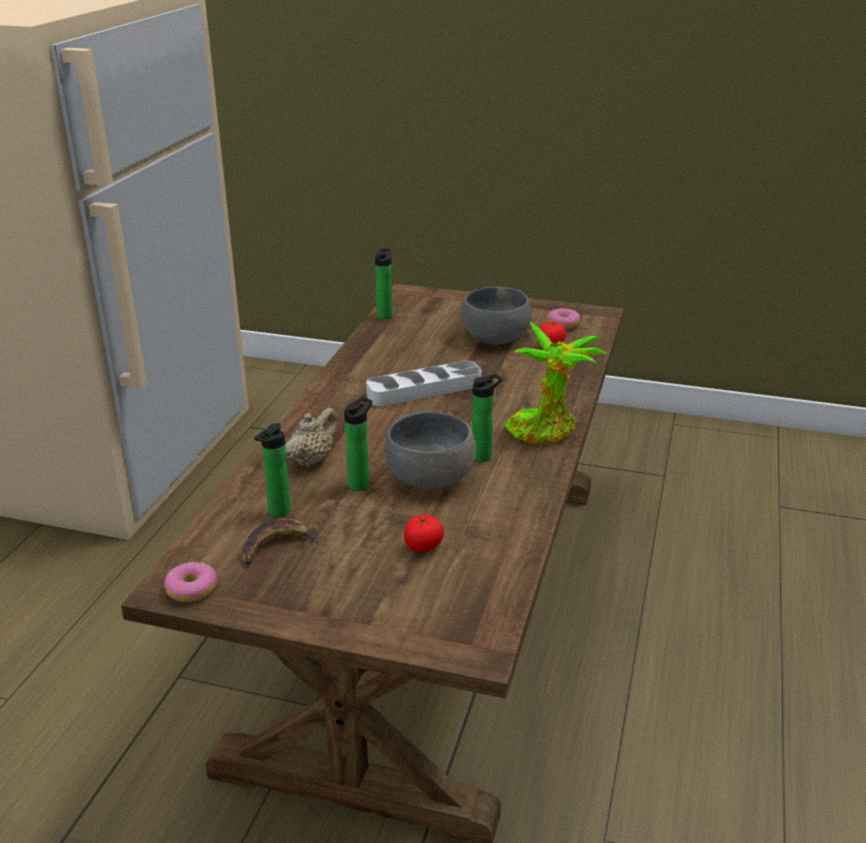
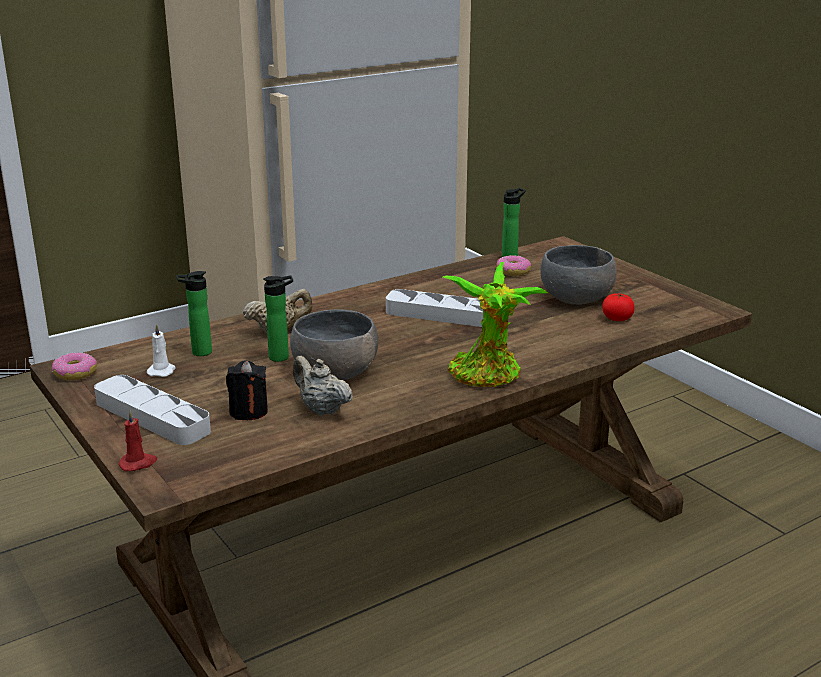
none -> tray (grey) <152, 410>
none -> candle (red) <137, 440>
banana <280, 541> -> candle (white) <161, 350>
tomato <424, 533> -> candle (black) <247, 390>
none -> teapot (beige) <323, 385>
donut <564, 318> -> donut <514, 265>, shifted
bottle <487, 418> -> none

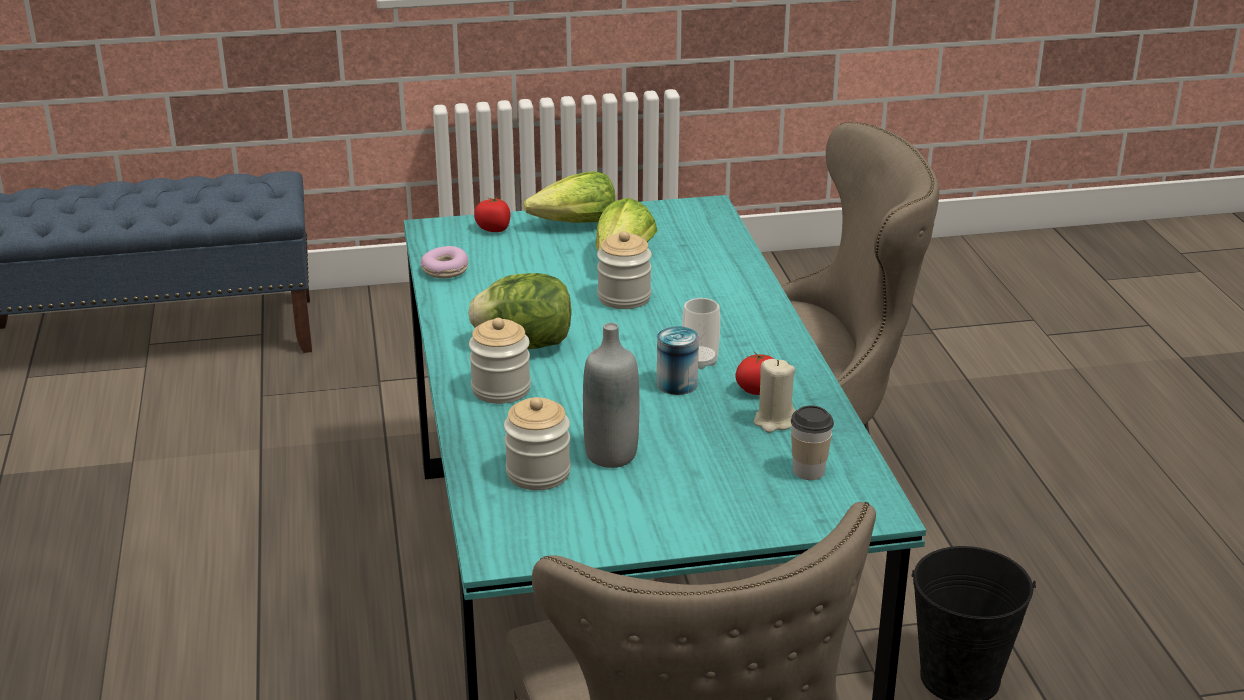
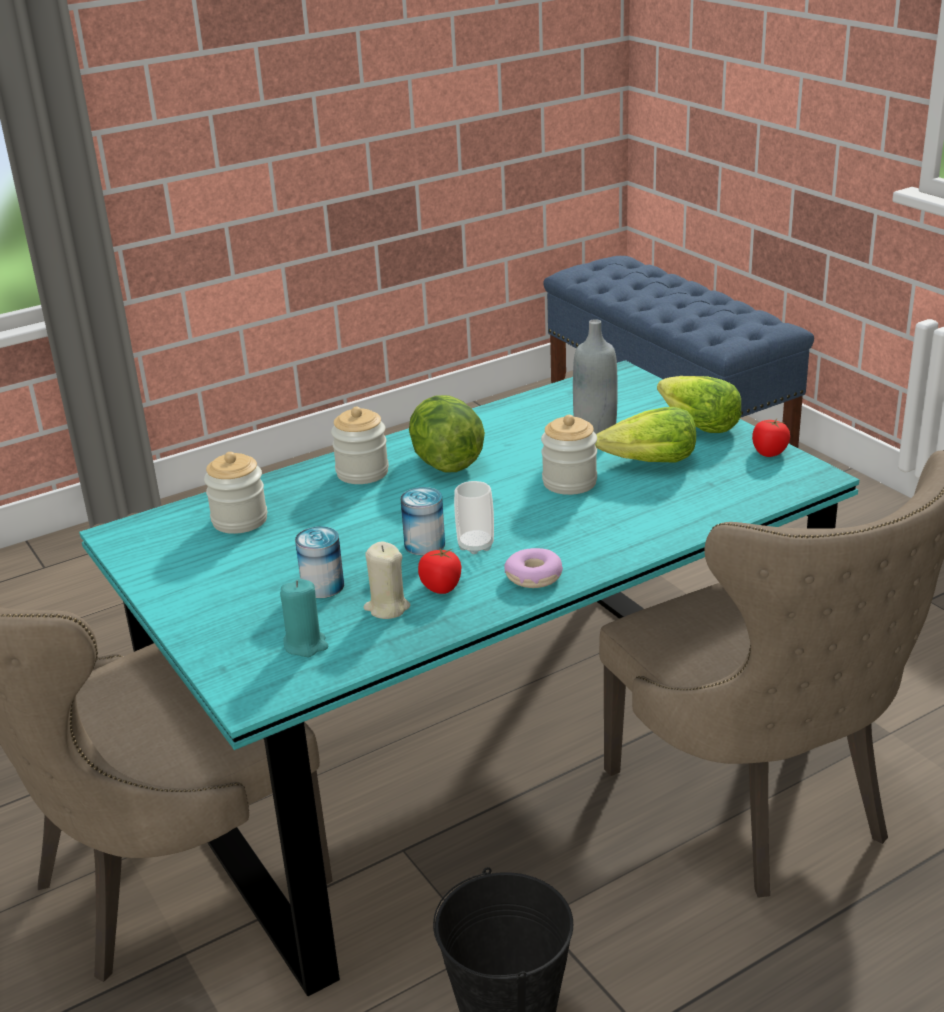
cup <812, 442> -> candle (turquoise) <304, 618>
none -> can <319, 562>
donut <444, 262> -> donut <533, 568>, shifted
bottle (grey) <611, 395> -> bottle (grey) <595, 376>, shifted
tomato <492, 214> -> tomato <771, 438>, shifted

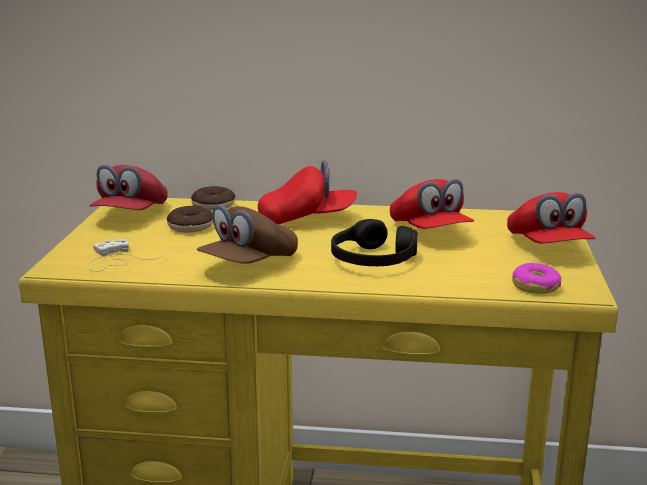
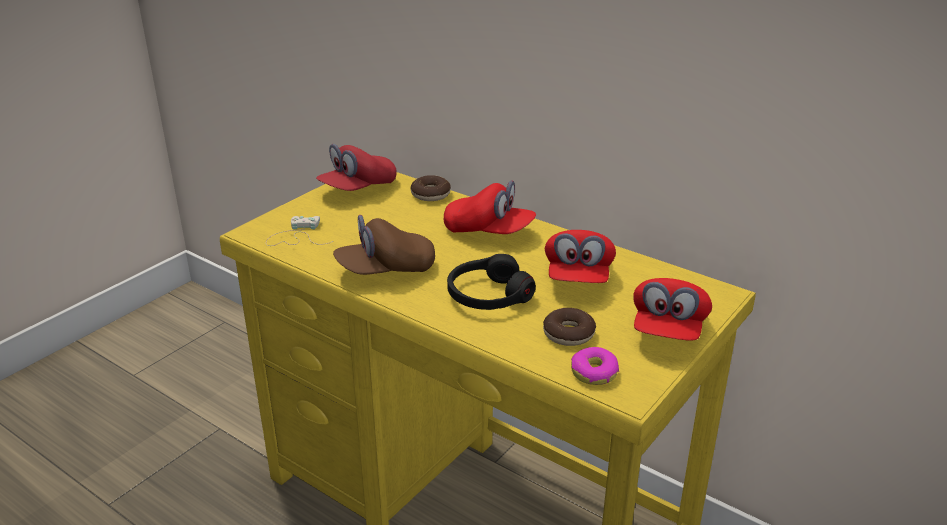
donut <190, 219> -> donut <569, 327>, shifted

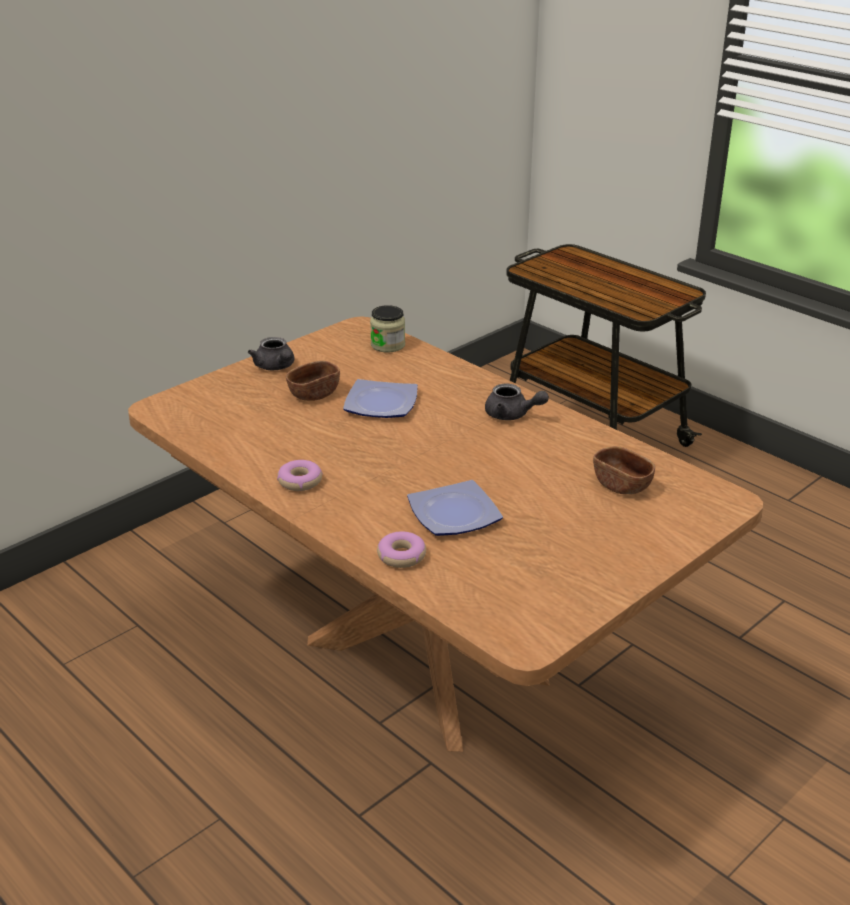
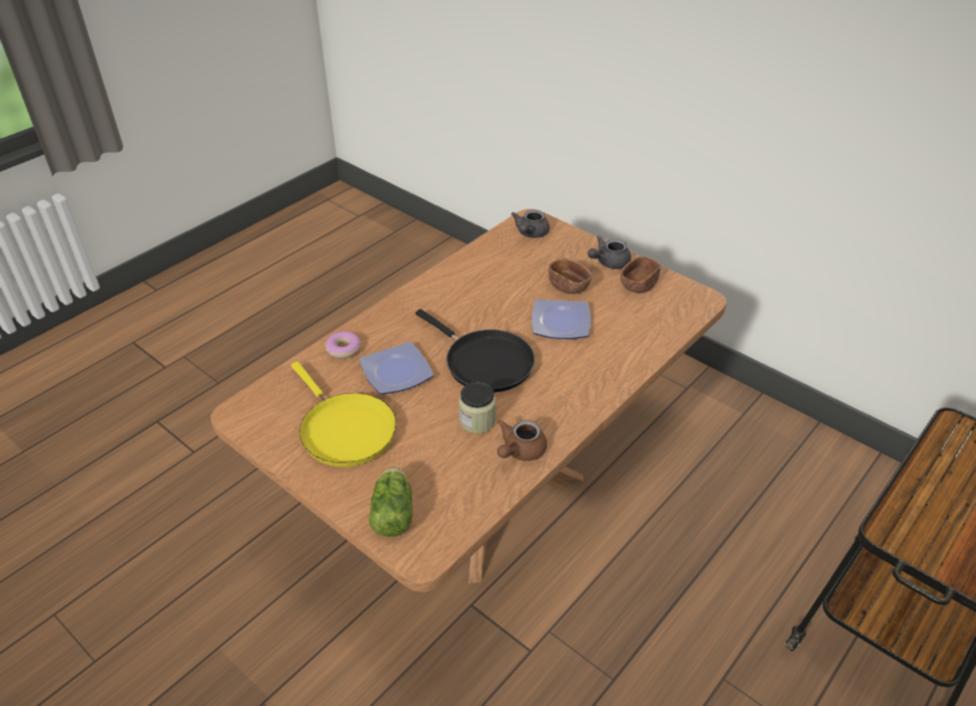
none -> frying pan (yellow) <343, 414>
none -> lettuce <391, 502>
none -> frying pan (black) <475, 350>
jar <387, 328> -> jar <477, 408>, shifted
none -> teapot (brown) <522, 440>
teapot (grey) <517, 402> -> teapot (grey) <530, 224>, shifted
bowl (brown) <624, 470> -> bowl (brown) <641, 274>, shifted
donut <300, 475> -> none

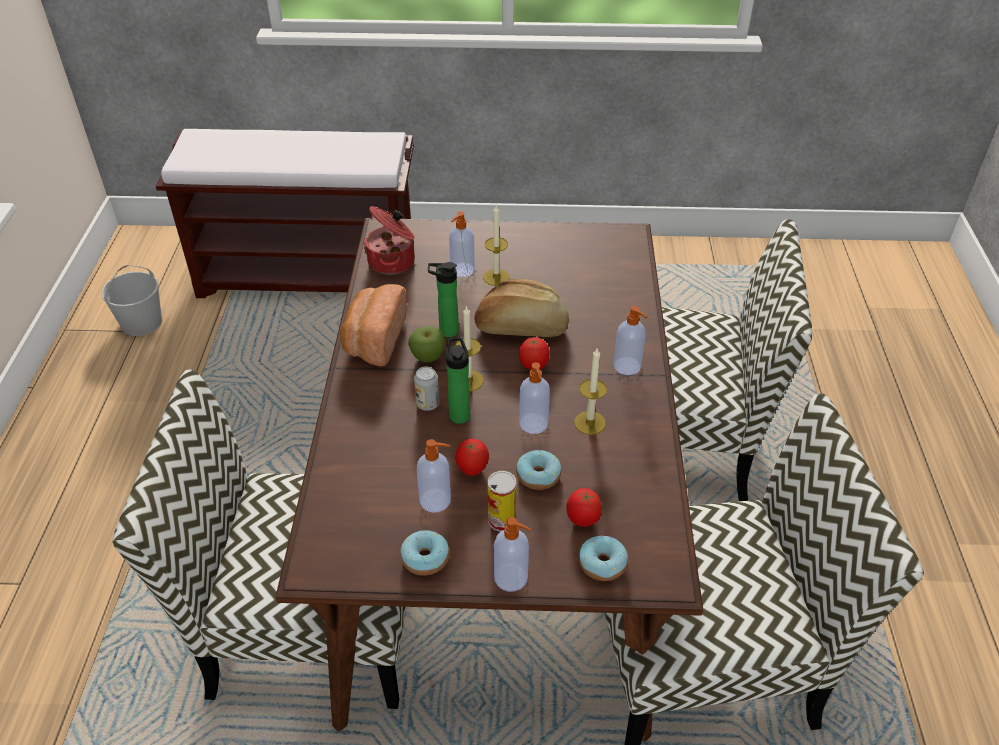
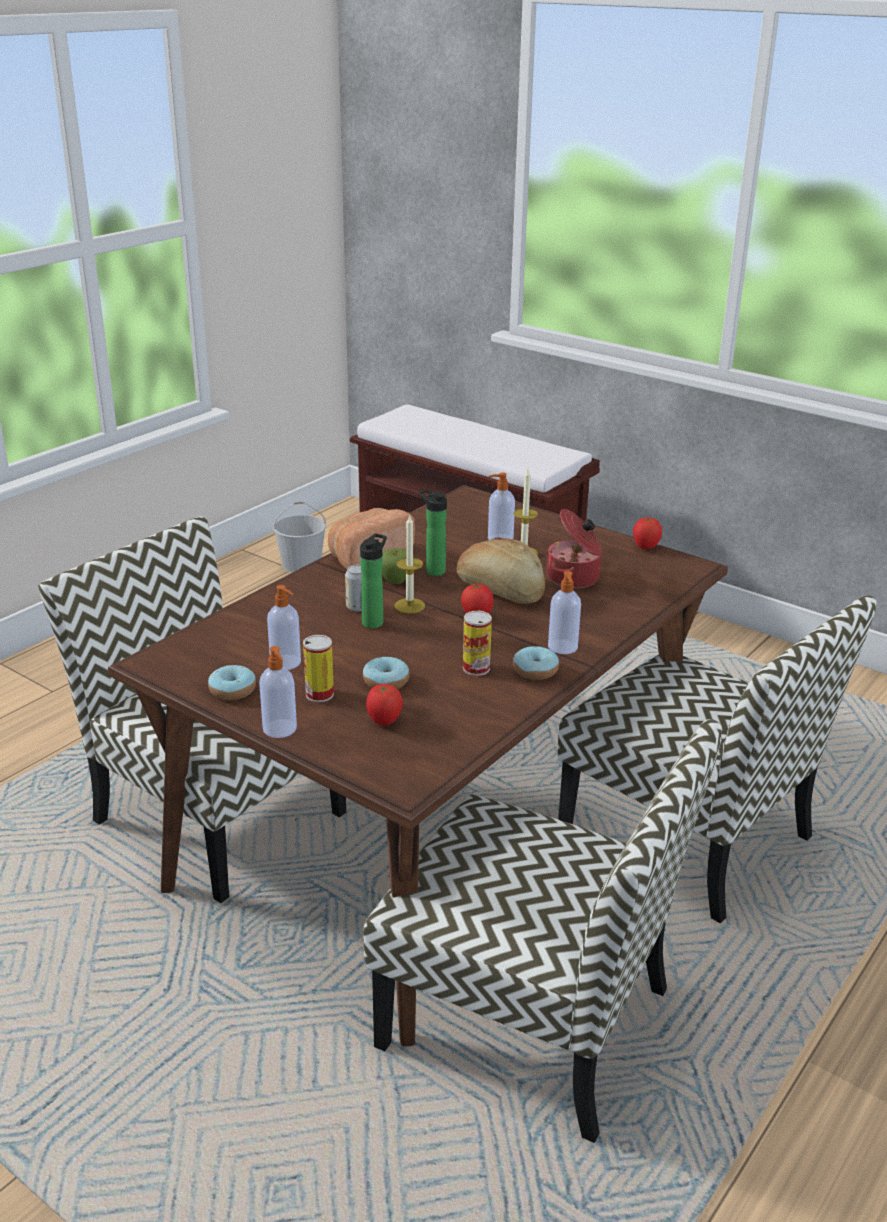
candle <590, 391> -> can <477, 643>
donut <603, 558> -> donut <536, 663>, shifted
cooking pot <389, 240> -> cooking pot <574, 548>, shifted
tomato <472, 457> -> tomato <647, 533>, shifted
soap dispenser <534, 398> -> none

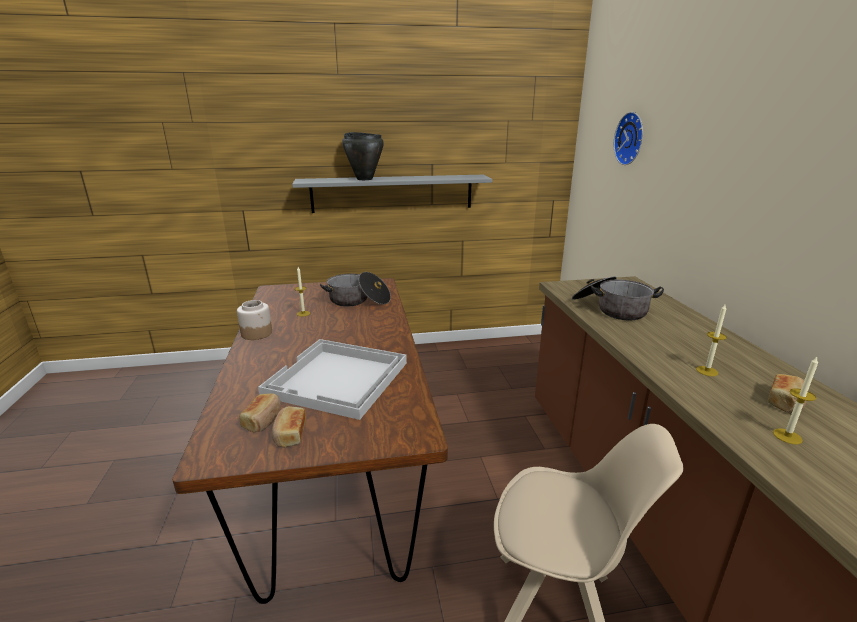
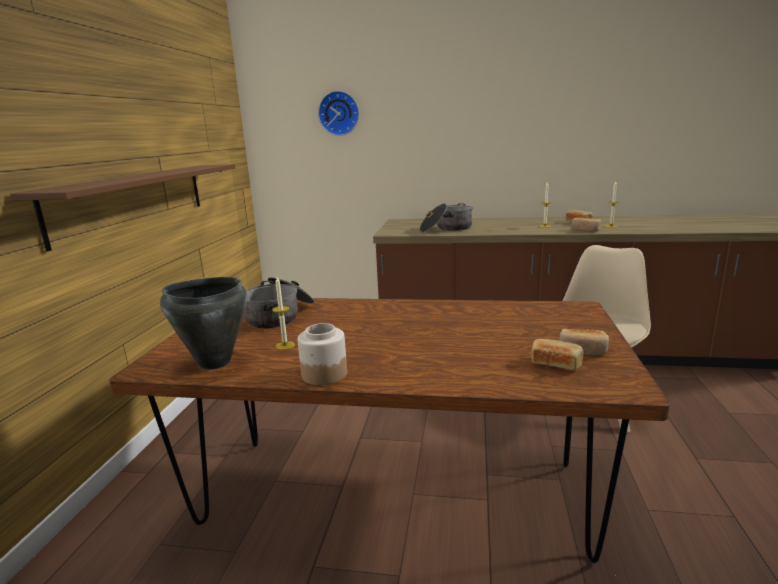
shelf (grey) <392, 194> -> shelf (brown) <123, 207>
cooking pot (black) <363, 156> -> cooking pot (black) <203, 323>, shifted
none -> bread <586, 225>
tray (white) <332, 379> -> none

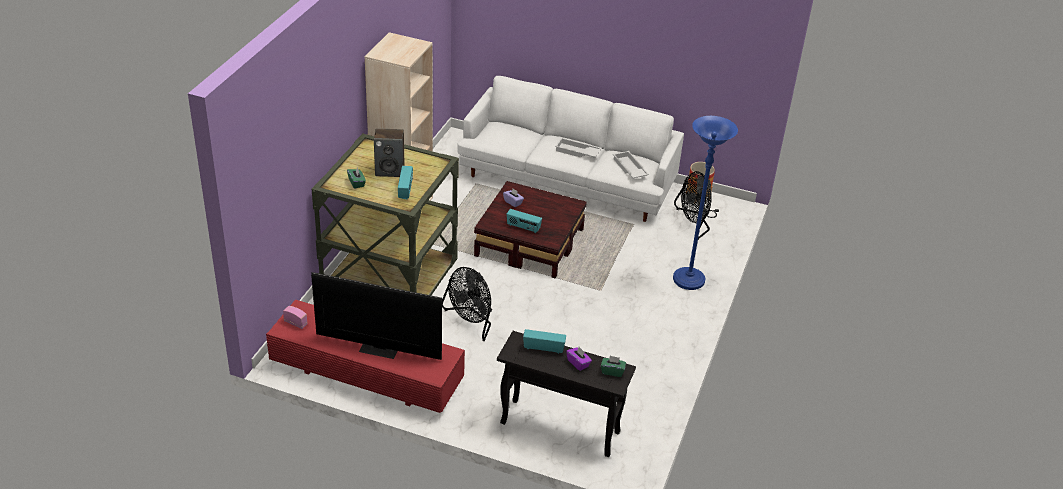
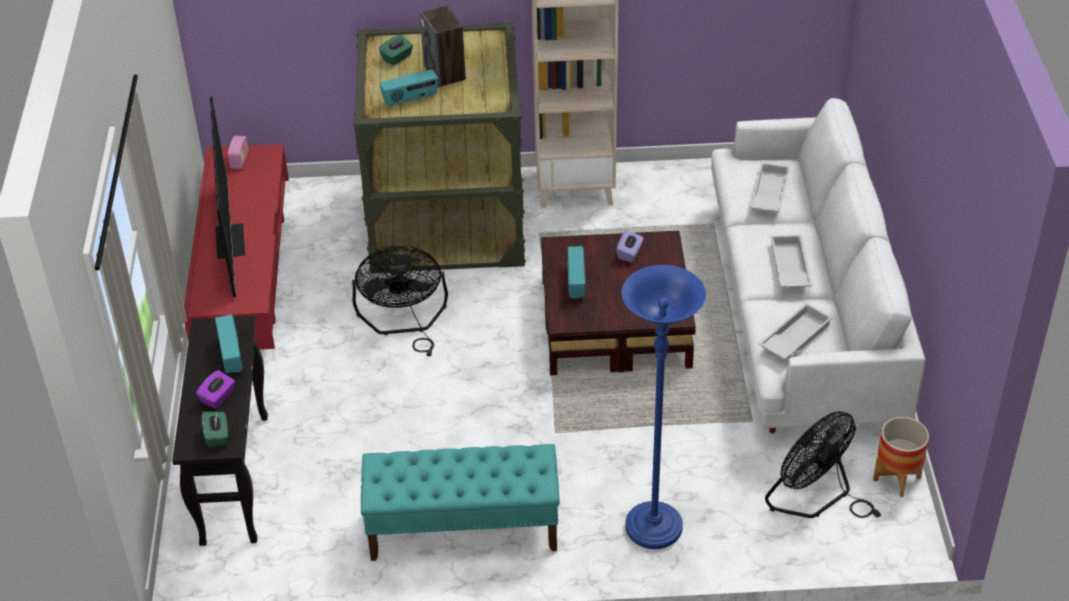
fan (black) <467, 304> -> fan (black) <400, 301>, 60 degrees clockwise
none -> bench (turquoise) <460, 502>
none -> tray (white) <770, 187>

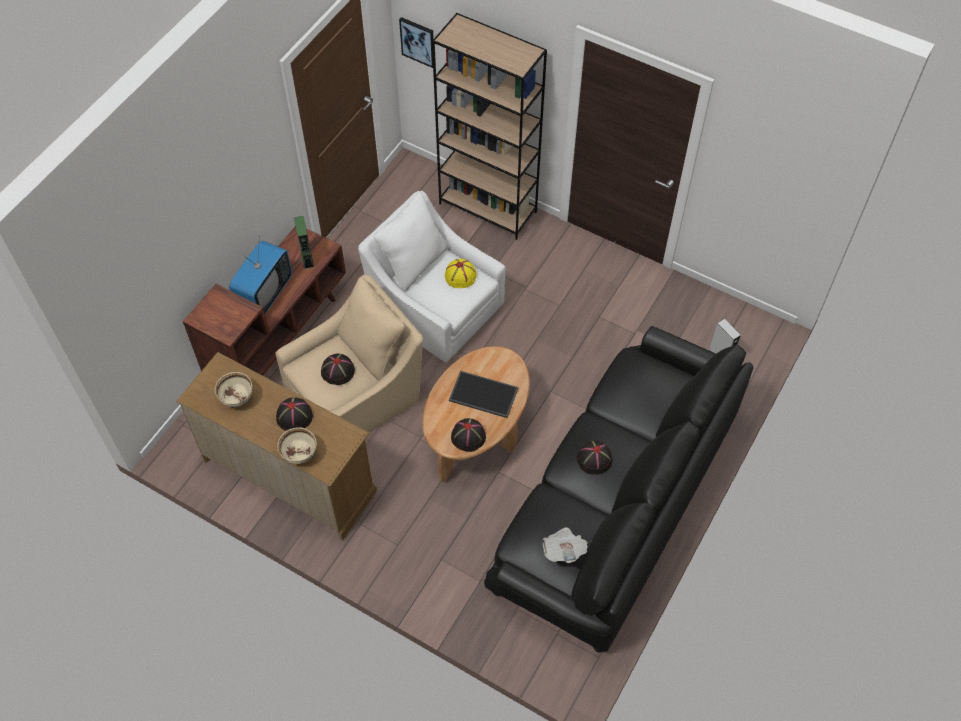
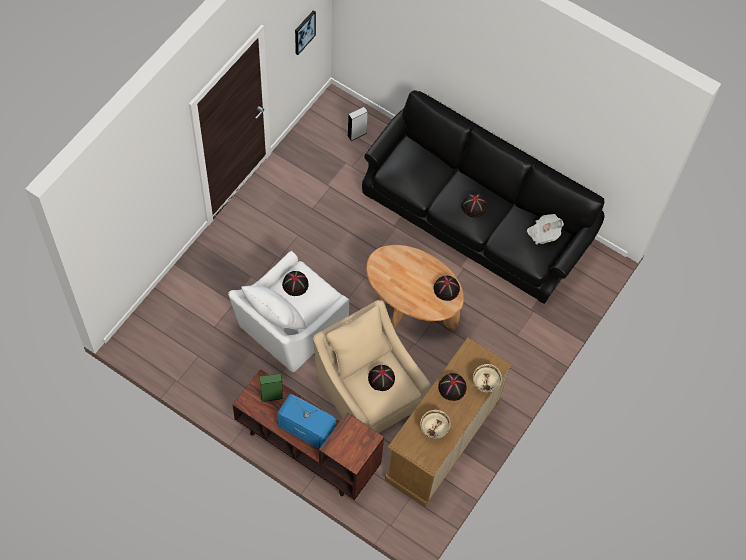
hat (yellow) <461, 273> -> hat (black) <295, 283>
picture <416, 42> -> picture <305, 32>, shifted
bookcase (beige) <489, 126> -> none
tray <483, 394> -> none

